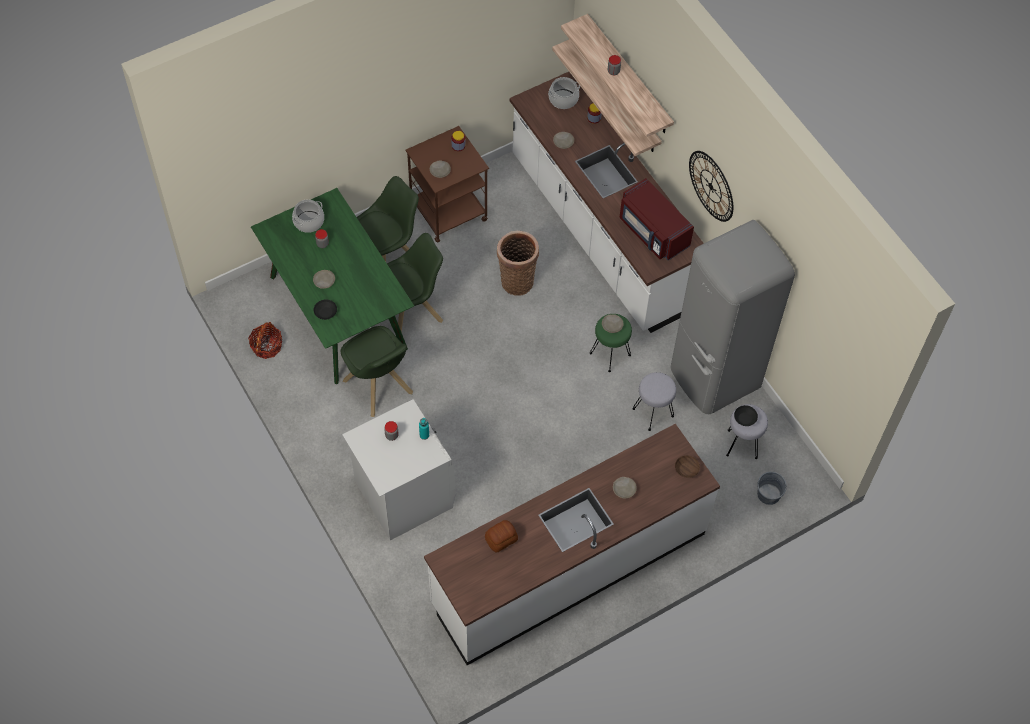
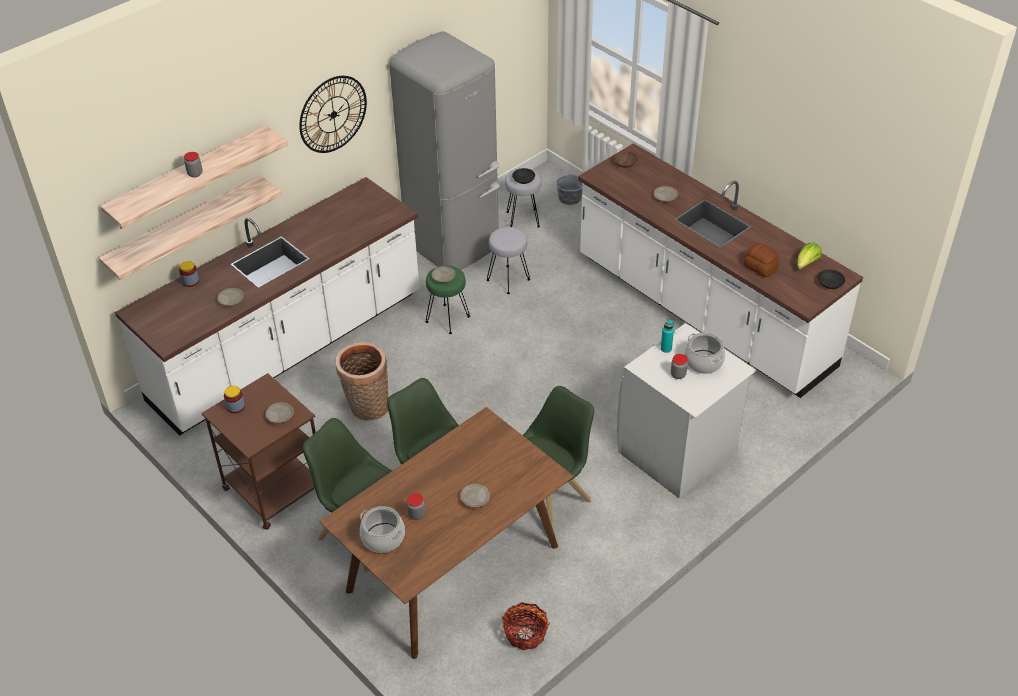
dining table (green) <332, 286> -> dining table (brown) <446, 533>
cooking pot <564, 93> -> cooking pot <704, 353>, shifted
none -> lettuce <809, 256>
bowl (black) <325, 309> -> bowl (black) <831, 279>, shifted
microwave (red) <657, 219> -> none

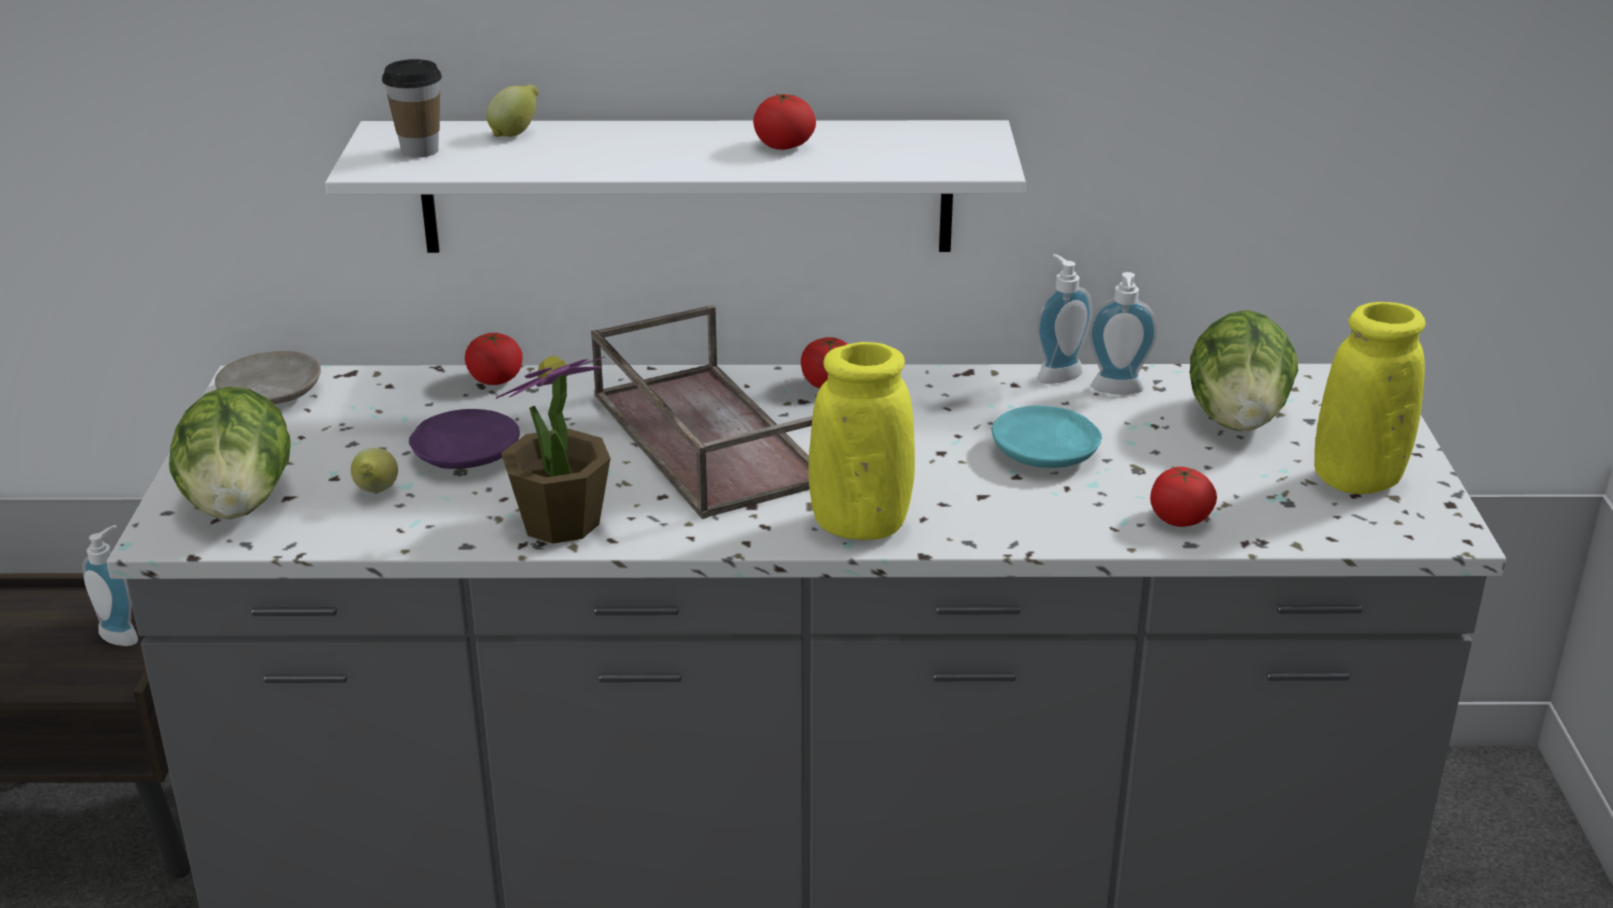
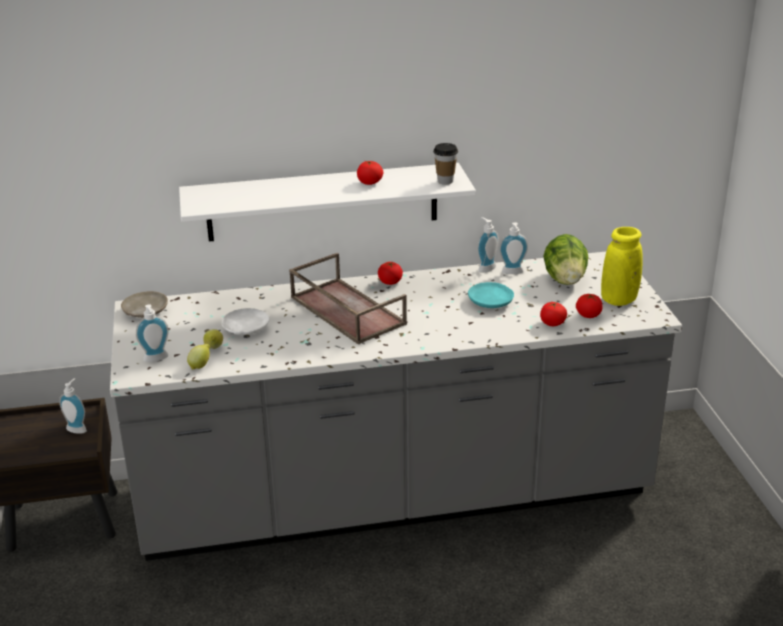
lettuce <230, 453> -> soap dispenser <152, 333>
lemon <512, 110> -> lemon <198, 357>, shifted
plate (purple) <464, 439> -> plate (white) <245, 321>
cup <412, 108> -> cup <445, 164>, shifted
tomato <494, 359> -> tomato <589, 306>, shifted
potted plant <553, 450> -> none
vase (yellow) <861, 441> -> none

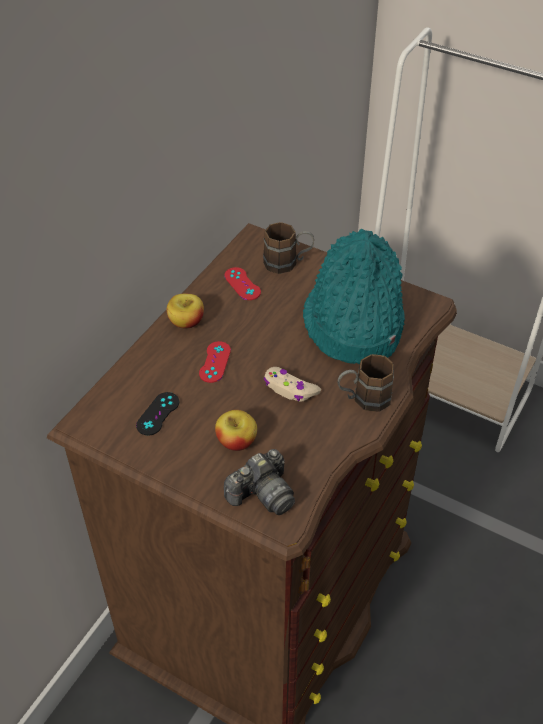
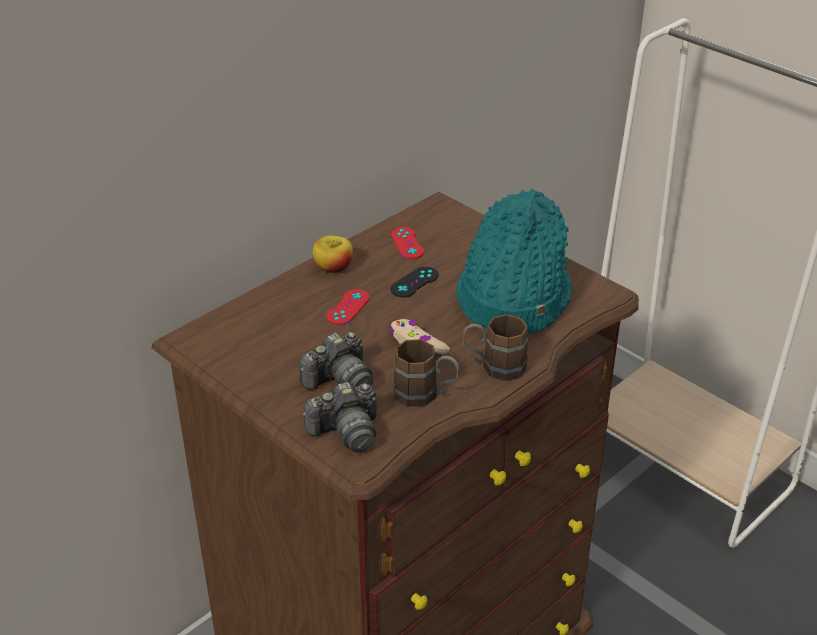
apple <236, 430> -> photo camera <336, 361>
game controller (black) <157, 414> -> game controller (black) <414, 282>, shifted
mug (brown) <288, 248> -> mug (brown) <427, 373>, shifted

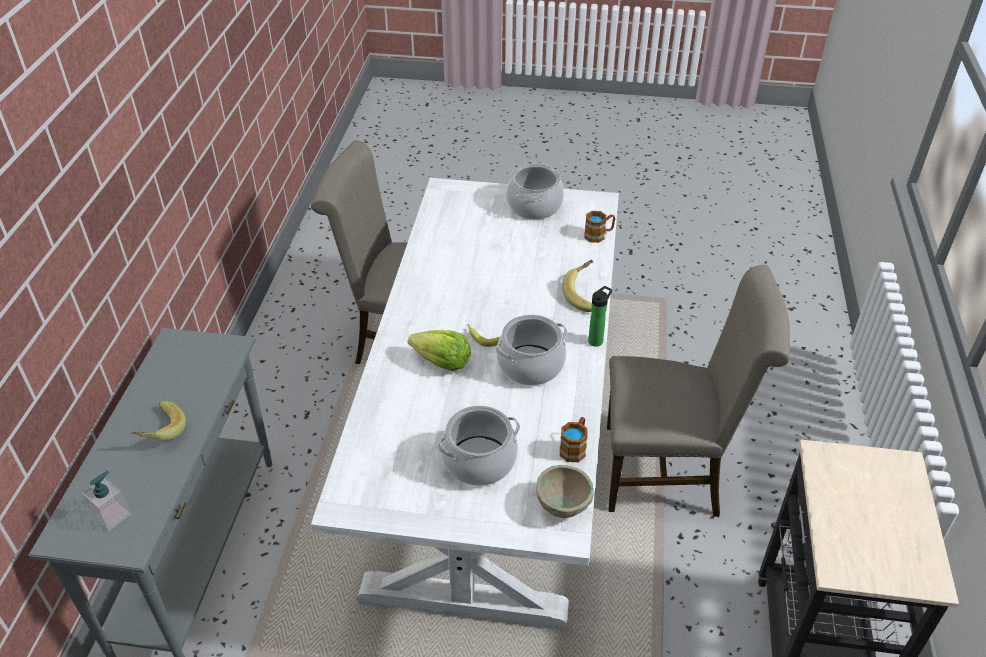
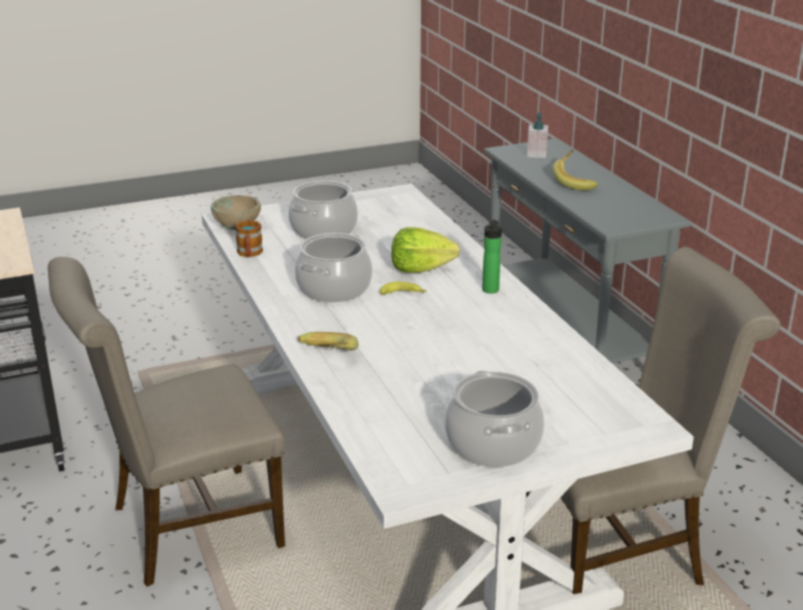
bottle <600, 316> -> bottle <492, 257>, shifted
mug <599, 227> -> none

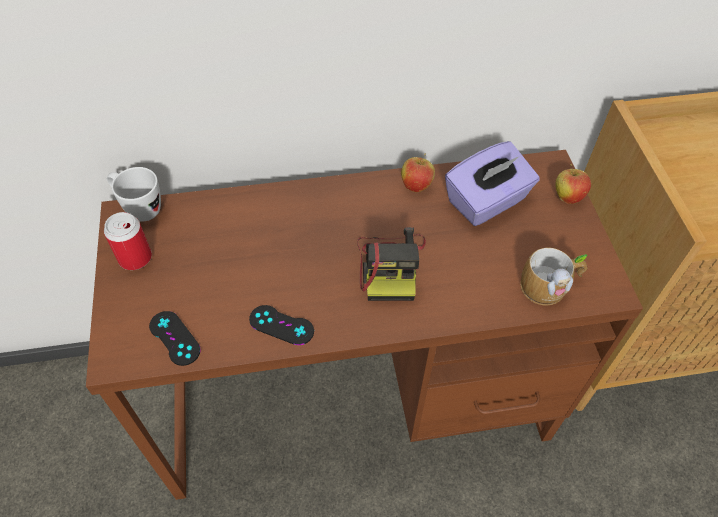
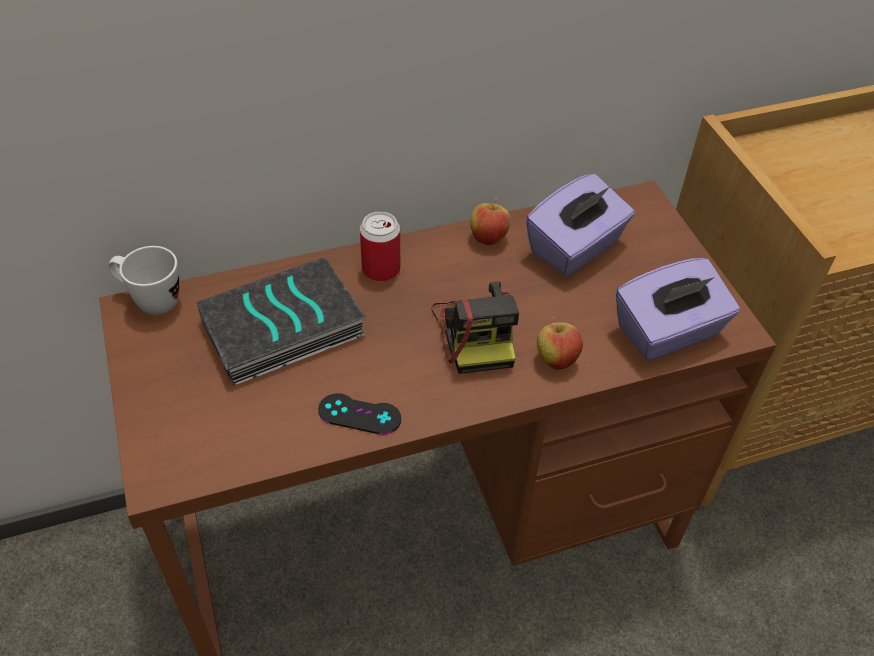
none -> book <281, 321>
can <128, 241> -> can <380, 246>, shifted
apple <573, 184> -> apple <560, 343>, shifted
mug <553, 276> -> tissue box (purple) <678, 309>
game controller (black) <175, 338> -> none

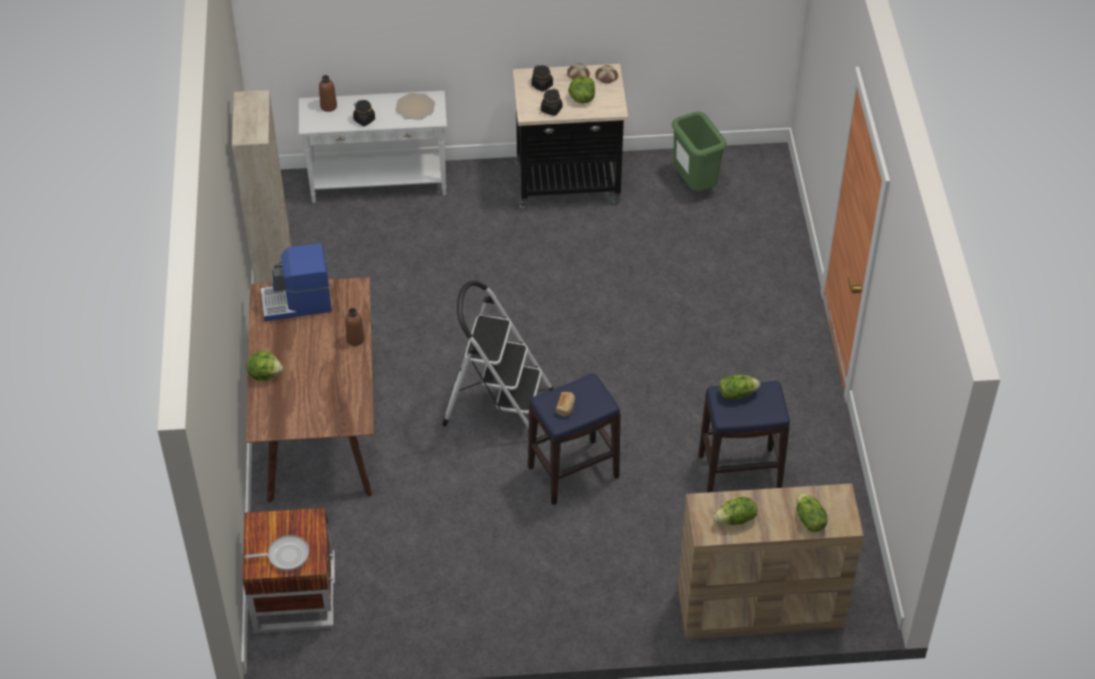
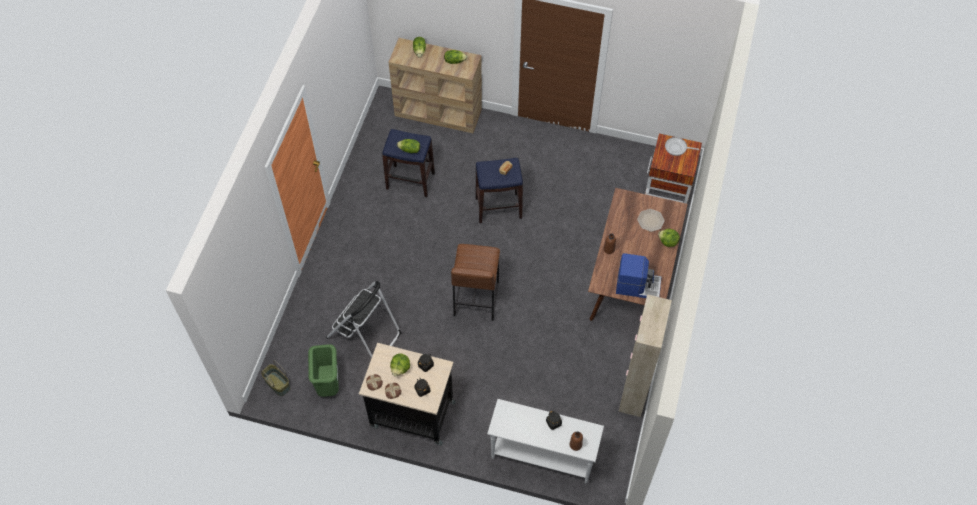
none -> basket <276, 378>
step ladder <497, 359> -> step ladder <363, 319>, shifted
none -> stool (brown) <475, 282>
plate <415, 106> -> plate <651, 220>, shifted

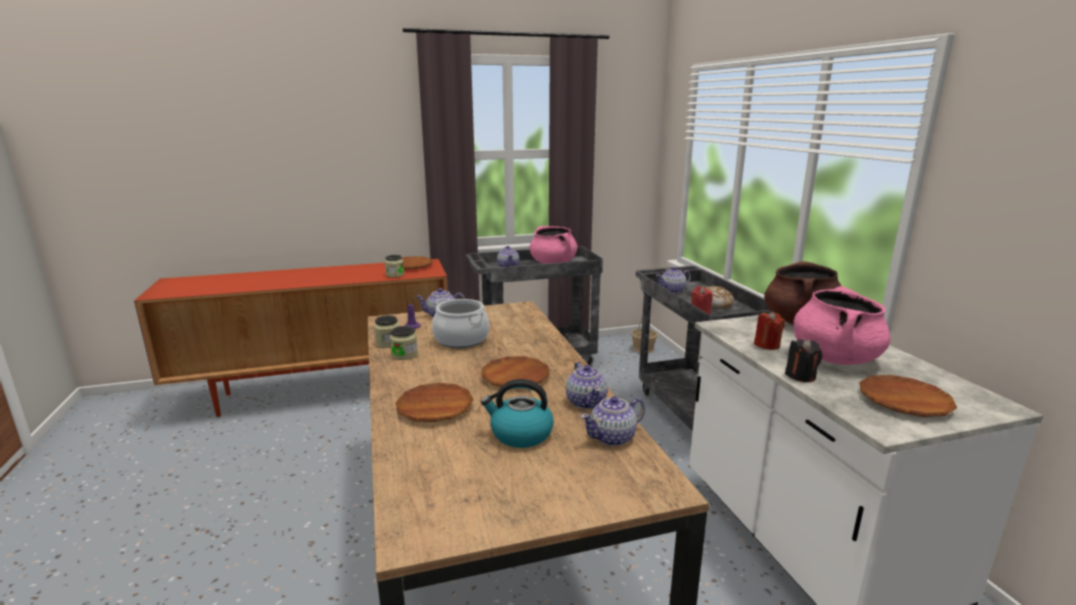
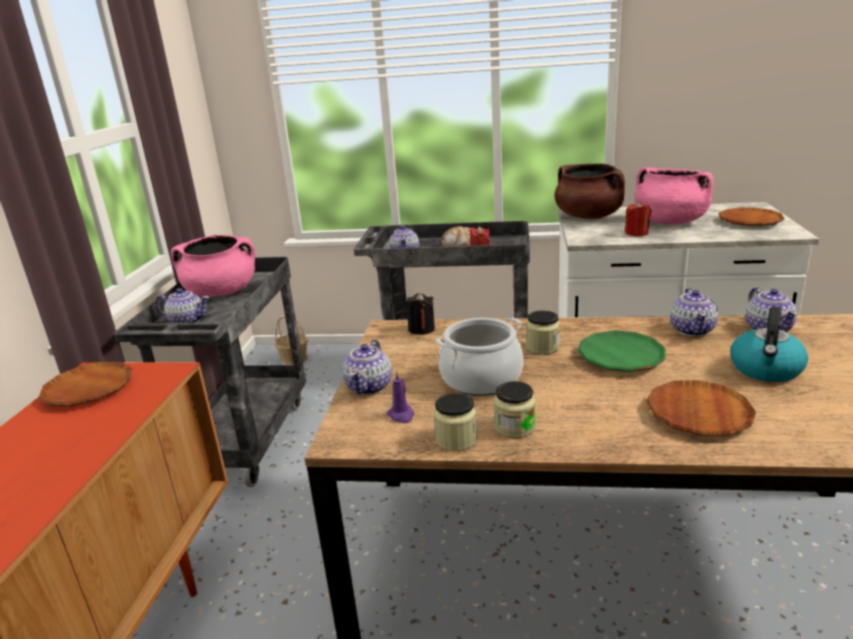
candle (black) <803, 360> -> candle (black) <420, 314>, shifted
jar <394, 266> -> jar <543, 332>, shifted
plate (brown) <516, 371> -> plate (green) <622, 351>
teapot <587, 385> -> teapot <694, 312>, 90 degrees clockwise

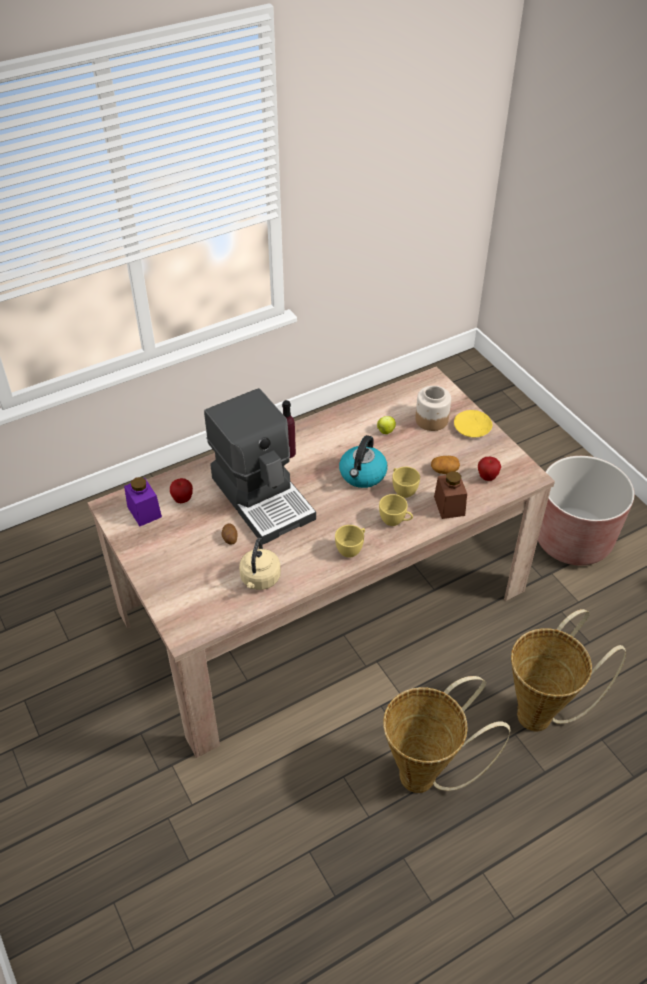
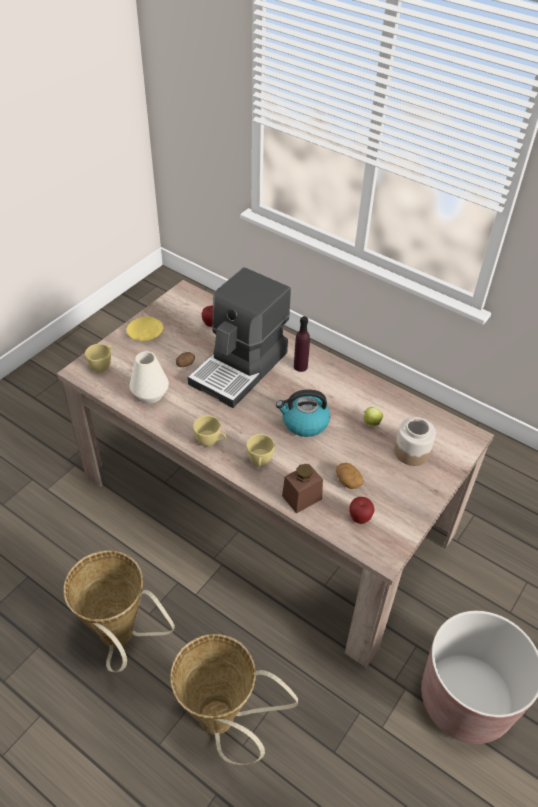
cup (yellow) <406, 482> -> cup (yellow) <98, 358>, shifted
plate (yellow) <473, 423> -> plate (yellow) <145, 329>, shifted
kettle (beige) <260, 564> -> vase (white) <149, 377>
jar (purple) <143, 501> -> none

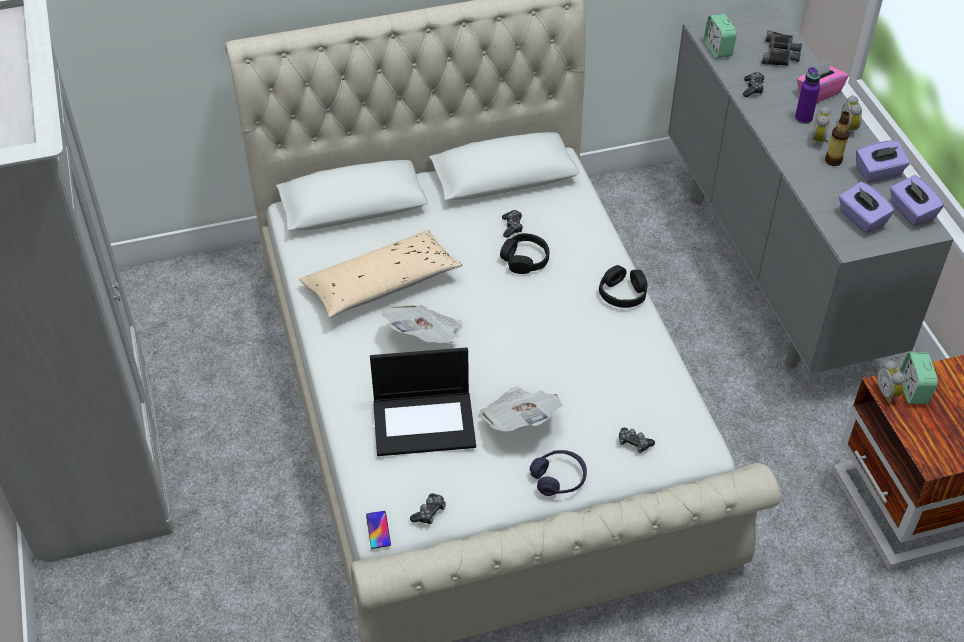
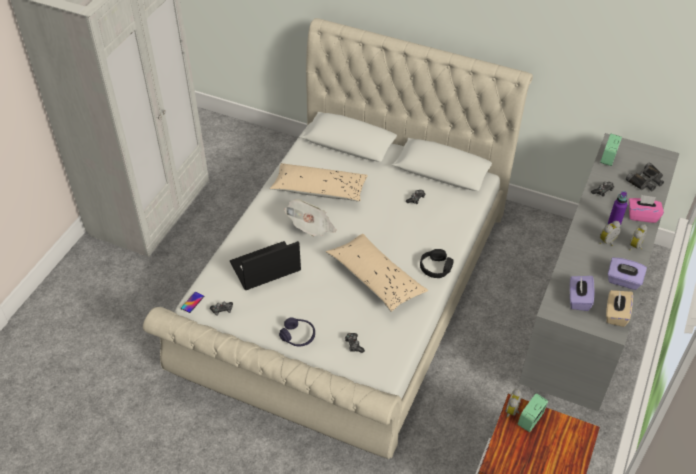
laptop <423, 401> -> laptop <265, 265>, 120 degrees clockwise
none -> pillow (beige) <377, 273>
tissue box (purple) <917, 200> -> tissue box (beige) <619, 308>
newspaper <521, 409> -> none
headphones (black) <524, 253> -> none
bottle <837, 138> -> none

